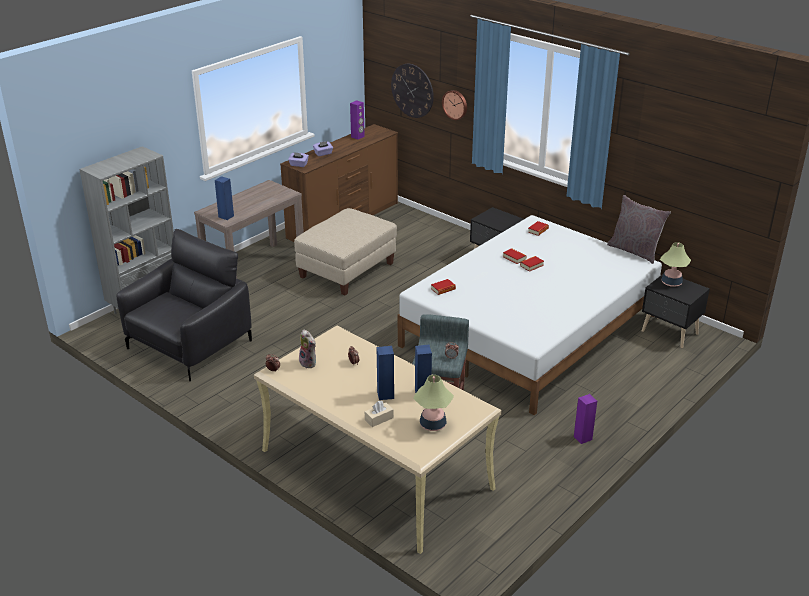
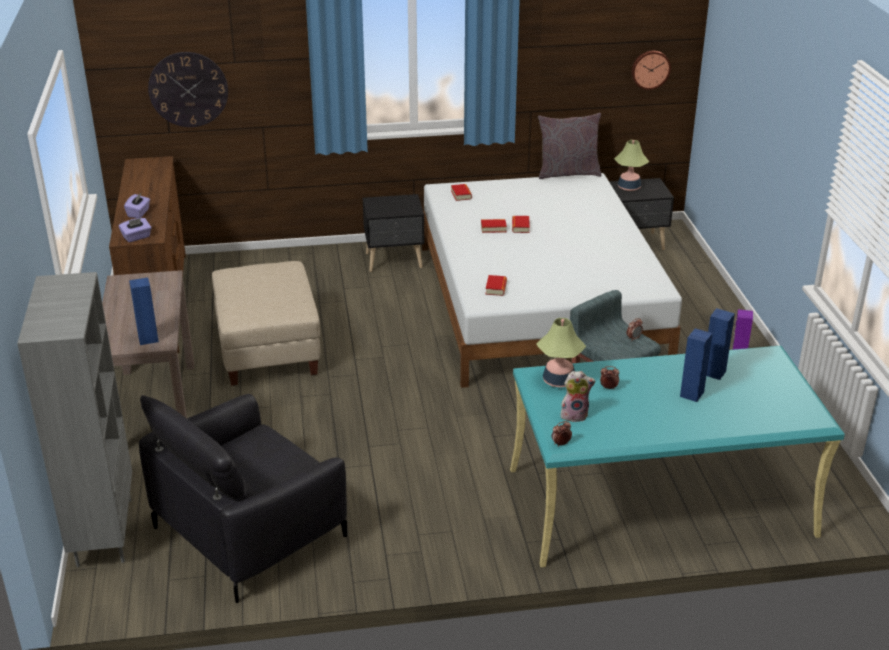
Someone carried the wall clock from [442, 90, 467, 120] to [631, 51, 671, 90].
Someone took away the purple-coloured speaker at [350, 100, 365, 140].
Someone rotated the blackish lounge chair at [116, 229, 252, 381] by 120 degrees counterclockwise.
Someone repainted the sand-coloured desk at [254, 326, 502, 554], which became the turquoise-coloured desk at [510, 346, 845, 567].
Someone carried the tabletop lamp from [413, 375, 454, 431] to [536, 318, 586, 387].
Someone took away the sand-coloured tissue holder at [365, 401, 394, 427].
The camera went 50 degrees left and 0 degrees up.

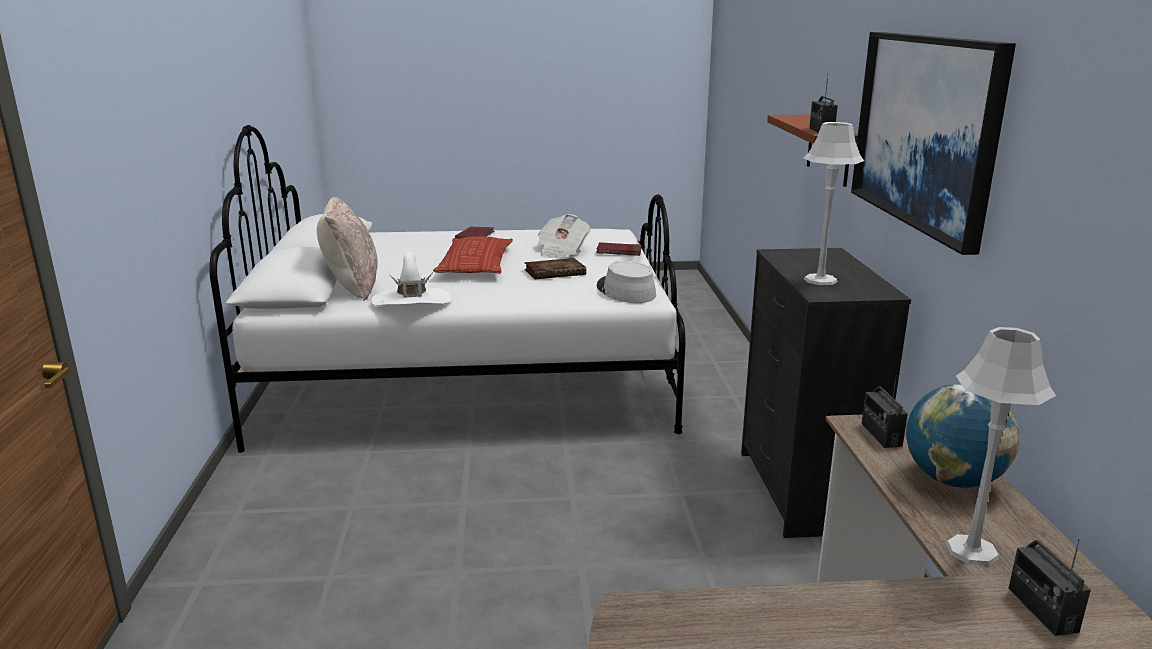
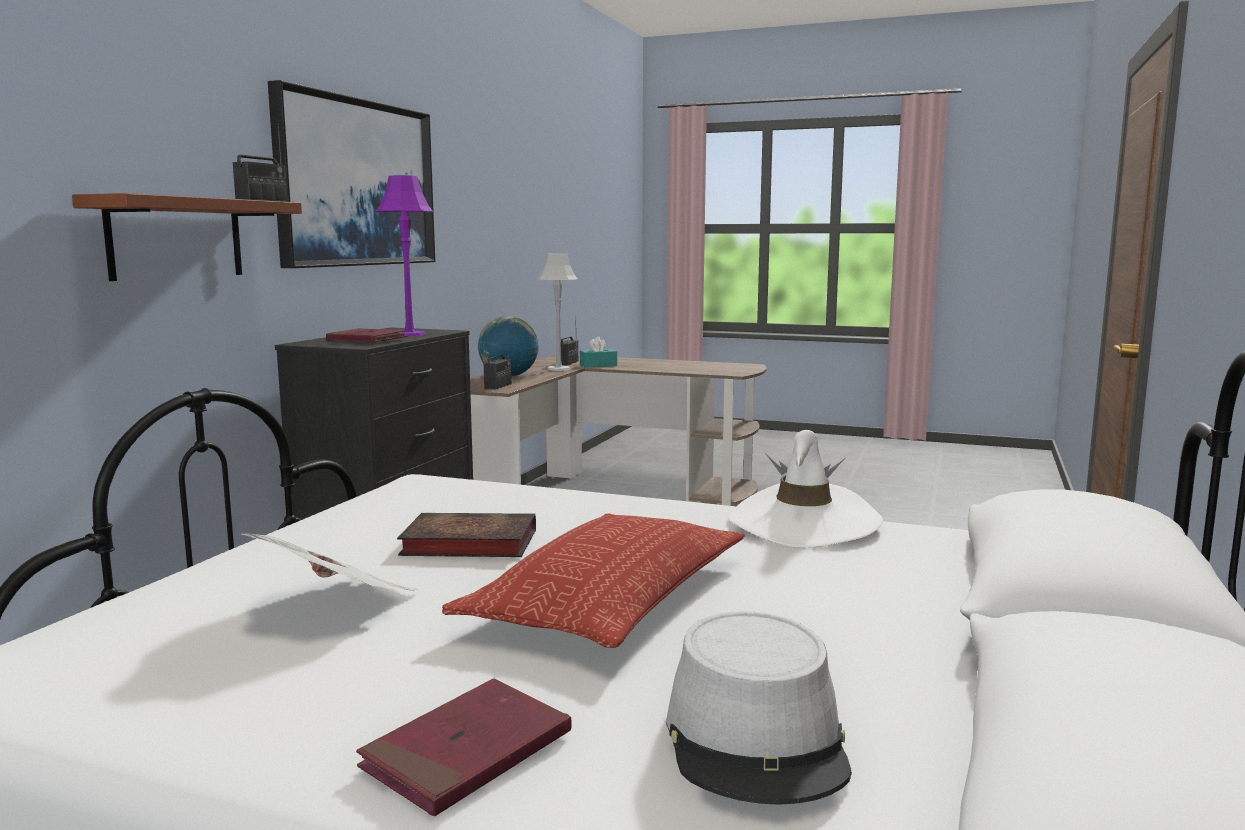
Someone repainted the gray tabletop lamp at [804, 122, 864, 285], which became the purple-coloured tabletop lamp at [376, 175, 433, 336].
Someone took away the sand-coloured throw pillow at [317, 197, 378, 301].
Someone carried the red volume from [596, 242, 642, 256] to [326, 328, 407, 343].
Someone carried the gray wearable hat from [597, 261, 656, 303] to [666, 611, 852, 805].
Someone put down the turquoise-coloured tissue holder at [580, 337, 617, 368].
The camera went 155 degrees left and 10 degrees down.

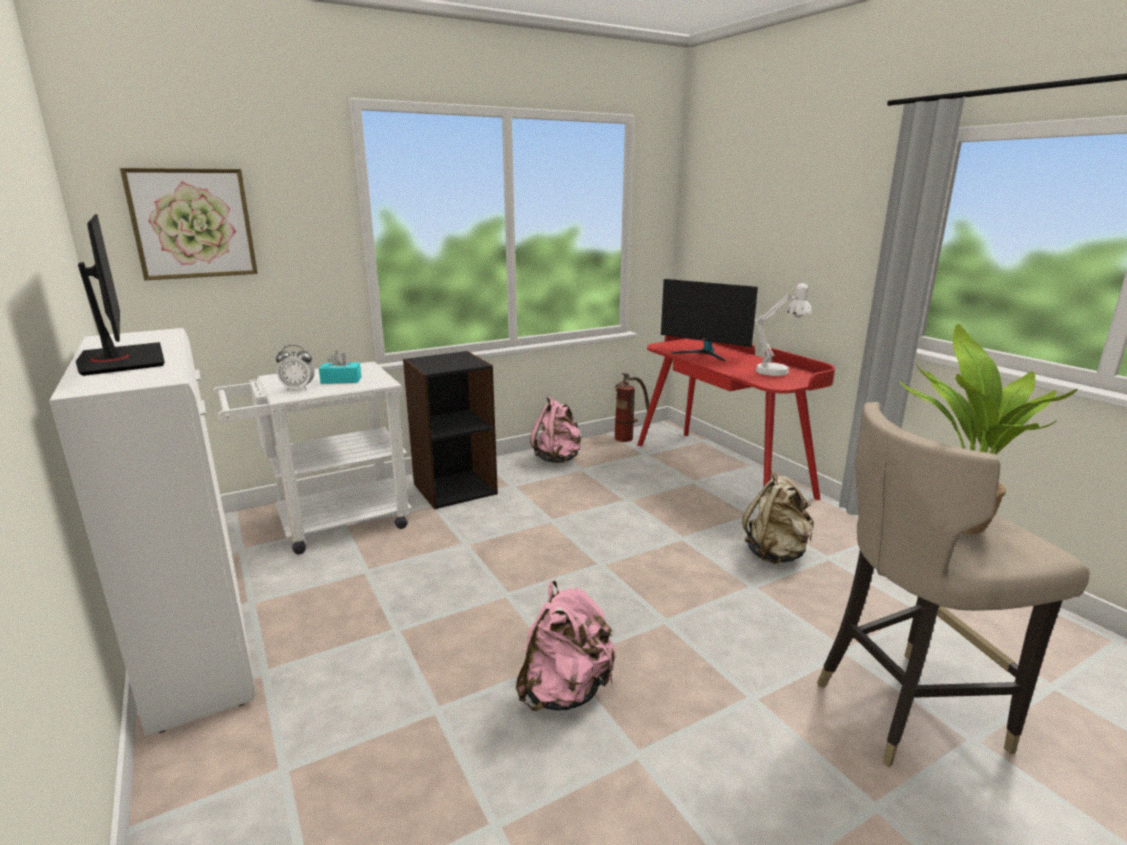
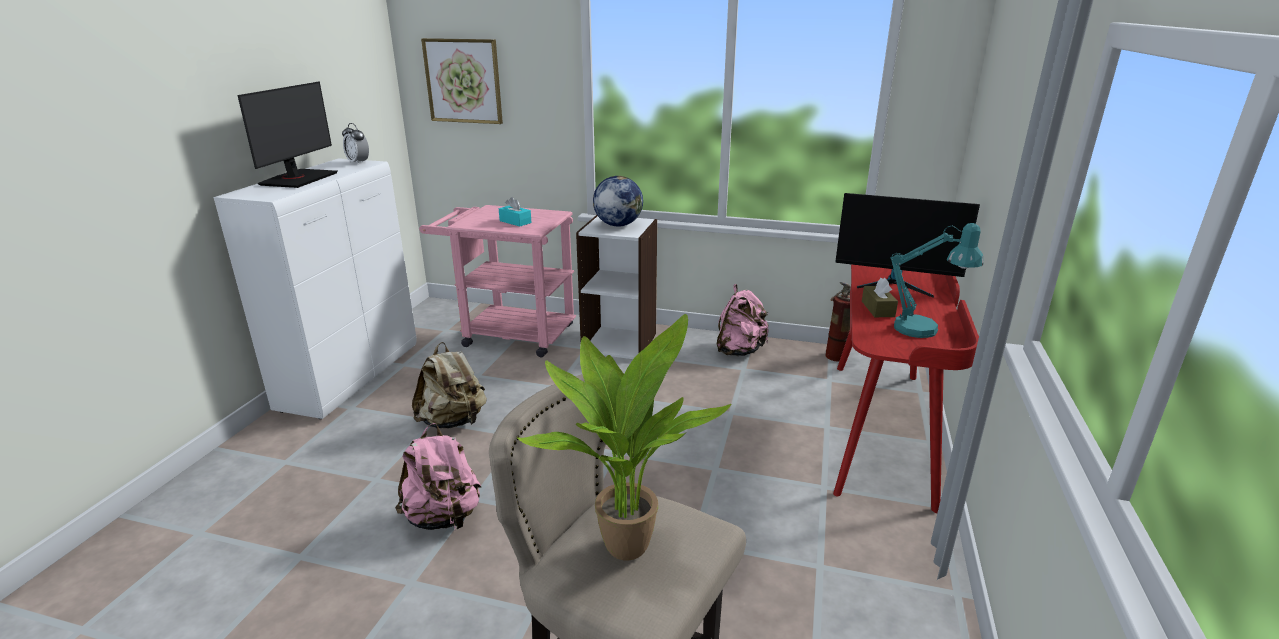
Someone rotated the monitor at [661, 279, 758, 361] by 60 degrees counterclockwise.
Someone repainted the white-coloured tabletop lamp at [755, 283, 812, 376], which became the turquoise-coloured tabletop lamp at [891, 223, 983, 338].
Someone carried the table clock from [276, 345, 315, 391] to [342, 123, 369, 165].
Someone repainted the blackish bookshelf at [403, 351, 498, 509], which became the white-coloured bookshelf at [576, 215, 657, 359].
Someone repainted the white-coloured cart at [213, 362, 412, 555], which became the pink cart at [419, 205, 576, 357].
Someone carried the sand-coloured backpack from [742, 471, 814, 564] to [412, 342, 487, 428].
Someone put down the desk globe at [593, 176, 643, 227].
Someone put down the brown tissue holder at [862, 278, 898, 317].
The camera went 45 degrees right and 5 degrees up.

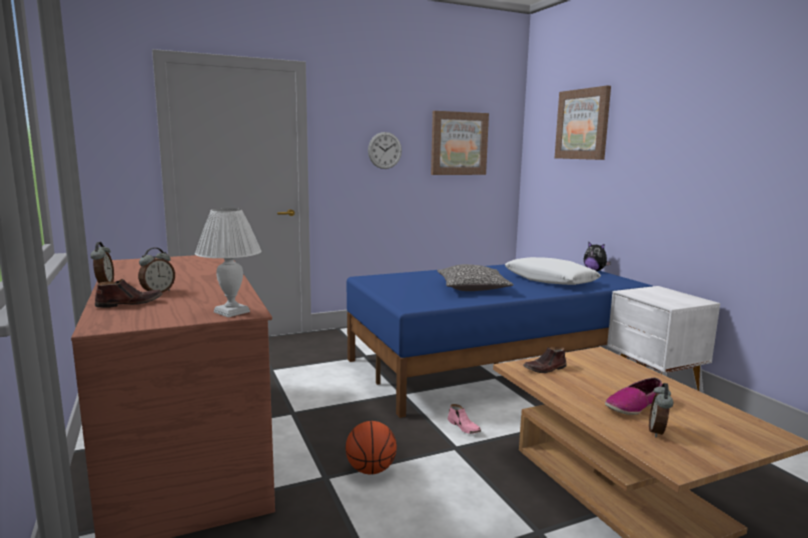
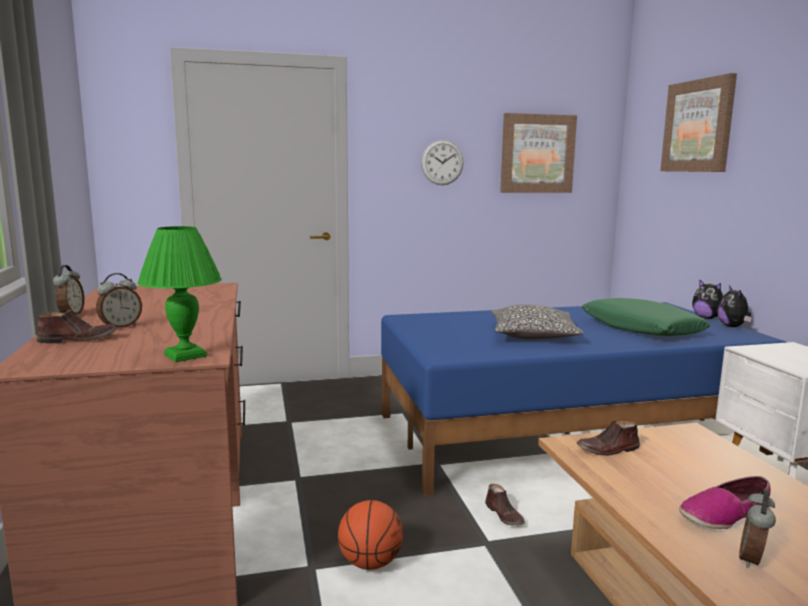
Someone repainted the white-coloured tabletop lamp at [195, 208, 262, 317], which became the green-coloured tabletop lamp at [137, 226, 222, 362].
Someone repainted the white-coloured throw pillow at [505, 257, 601, 285], which became the green-coloured throw pillow at [582, 298, 711, 336].
Someone repainted the pink item of footwear at [447, 404, 481, 434], which became the brown item of footwear at [485, 484, 525, 526].
Someone put down the plush toy at [718, 285, 751, 327].
The camera went 10 degrees right and 0 degrees up.

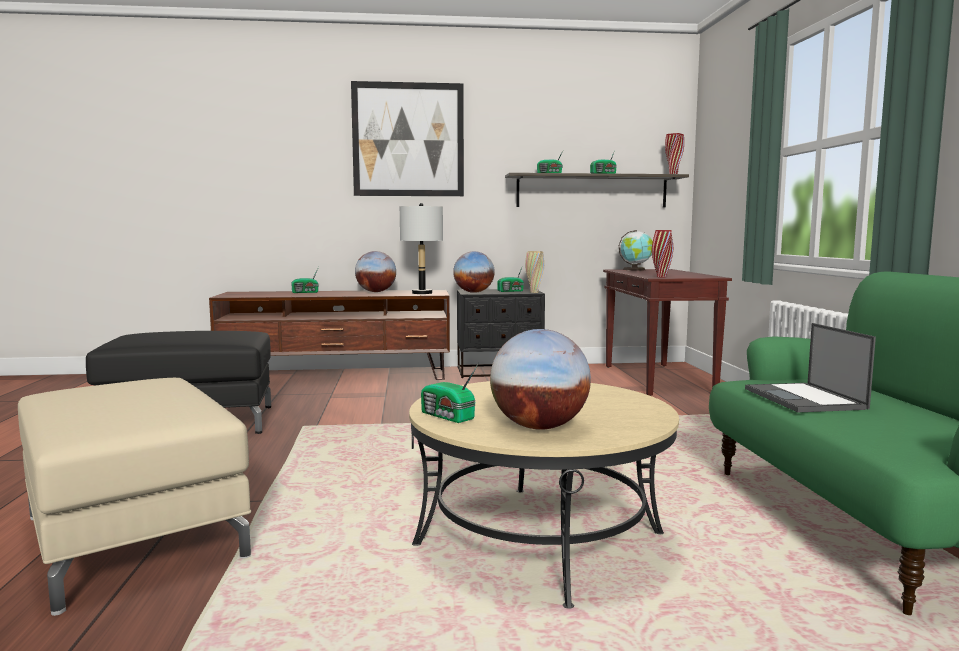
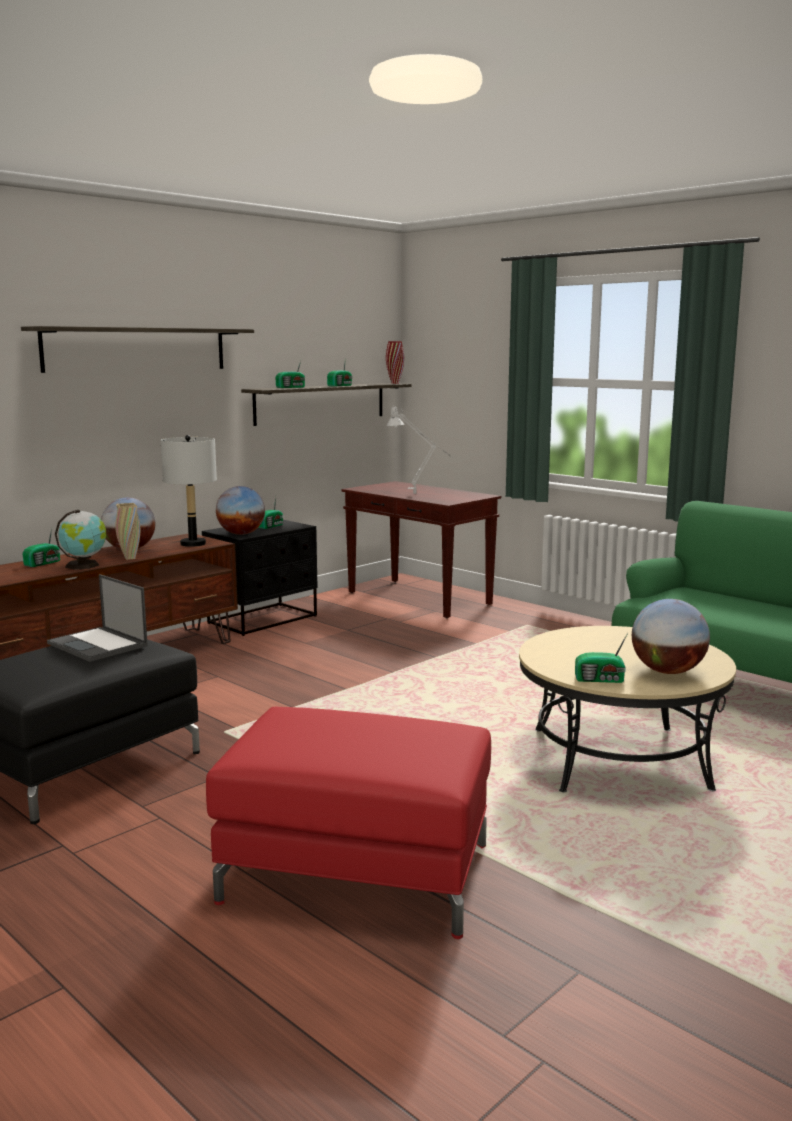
Someone swapped the wall picture at [351, 81, 464, 196] for the bracket shelf at [21, 326, 254, 373].
Someone carried the desk globe from [619, 230, 653, 271] to [55, 510, 106, 570].
Someone took away the red decorative vase at [652, 230, 673, 277].
Someone carried the sand-coloured decorative vase from [525, 251, 544, 293] to [115, 503, 140, 560].
Someone carried the notebook computer from [745, 323, 876, 412] to [47, 574, 148, 662].
Someone repainted the sand-coloured pouffe at [18, 378, 251, 616], which became the red pouffe at [206, 707, 491, 939].
Someone put down the gray tabletop lamp at [387, 407, 453, 494].
The camera went 40 degrees left and 5 degrees up.

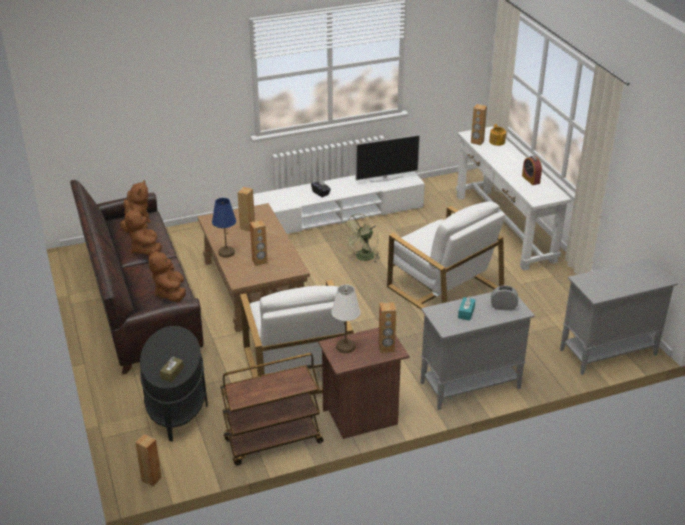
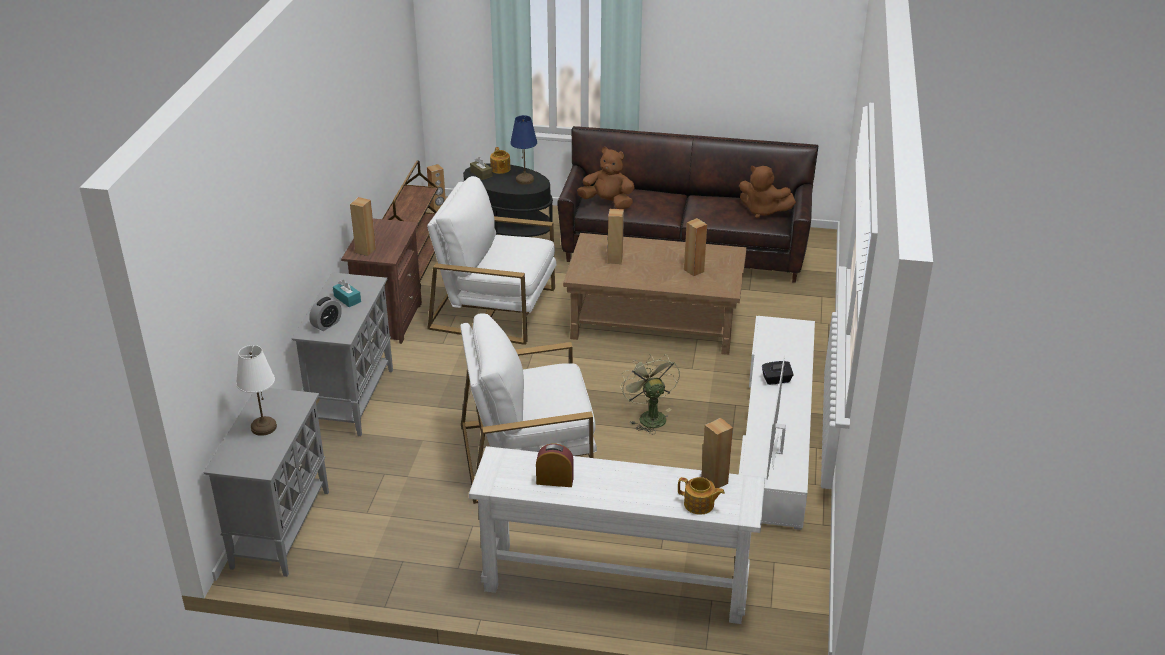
Someone carried the blue-coloured tabletop lamp from [212, 198, 236, 258] to [510, 115, 537, 185].
Someone took away the brown plush toy at [125, 207, 162, 256].
Someone carried the white-coloured tabletop lamp from [332, 285, 360, 353] to [236, 345, 277, 436].
Someone put down the tea pot at [490, 147, 511, 174].
The camera went 120 degrees right and 0 degrees up.

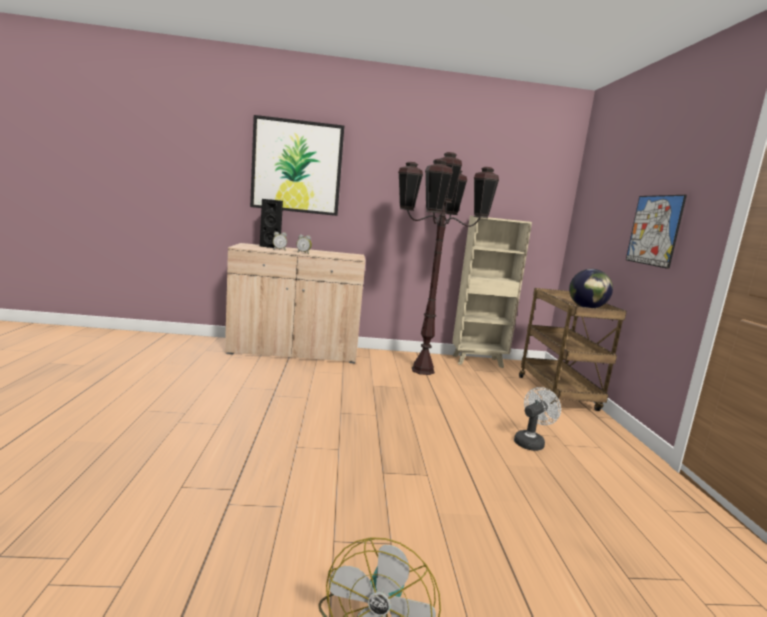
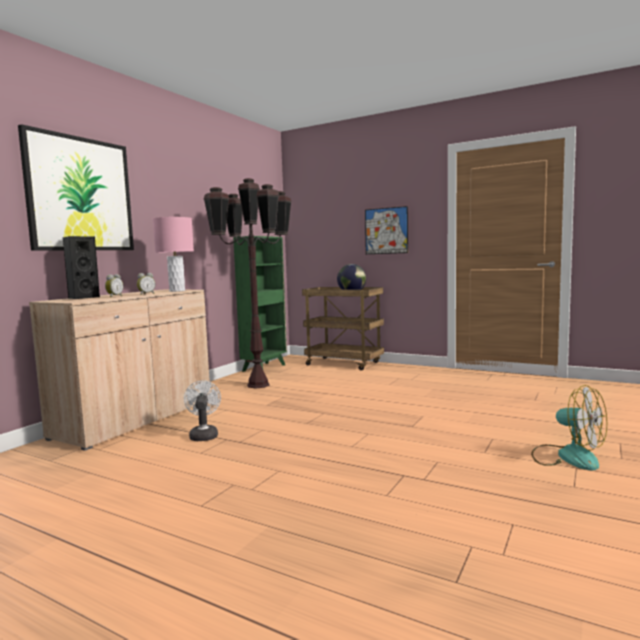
Someone repainted the sand-coloured bookshelf at [452, 216, 532, 368], which became the green-coloured bookshelf at [233, 236, 287, 372].
Someone carried the white-coloured fan from [514, 387, 561, 451] to [184, 380, 221, 441].
Someone put down the pink tabletop lamp at [153, 217, 194, 292].
The camera went 55 degrees left and 5 degrees down.

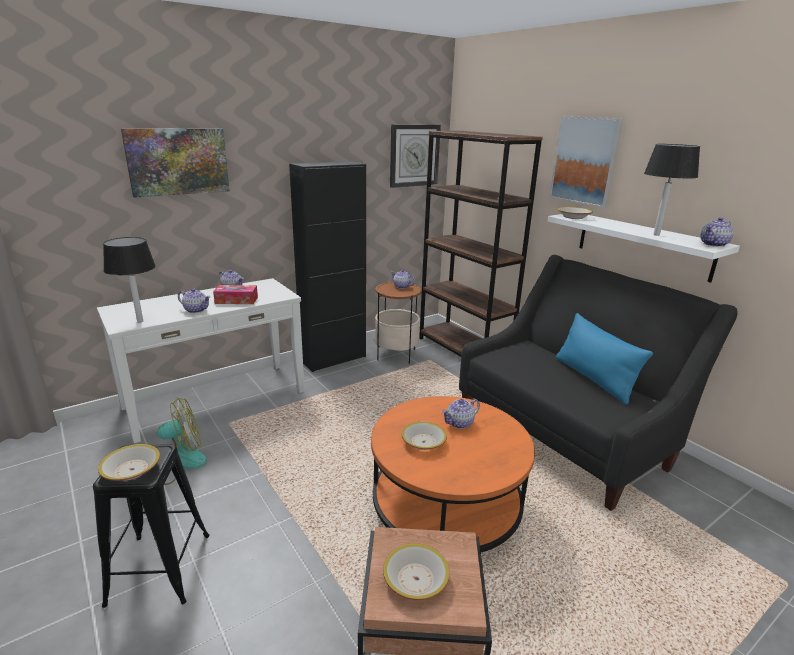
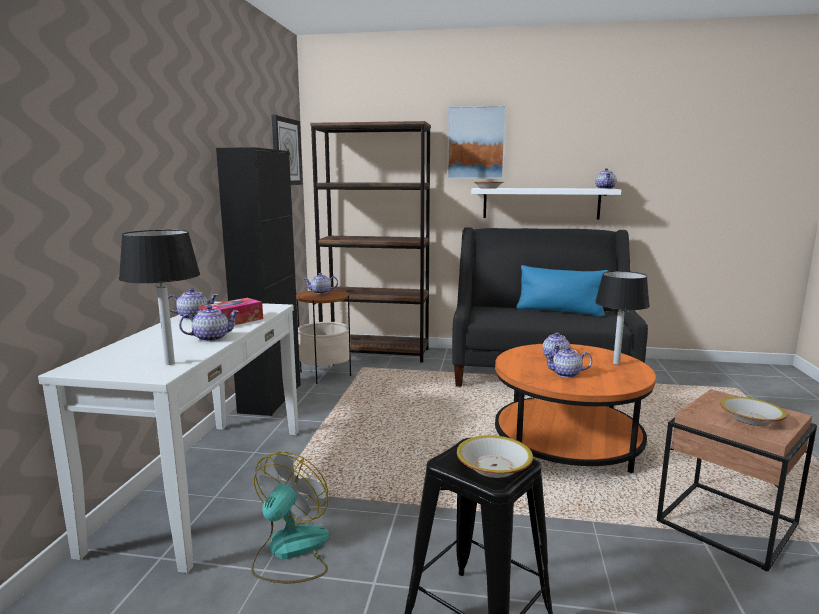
Someone took away the wall picture at [121, 129, 229, 198].
Someone carried the blackish tabletop lamp from [644, 144, 700, 236] to [595, 271, 650, 365].
Someone swapped the deep dish at [402, 421, 447, 450] for the tea pot at [543, 347, 592, 378].
The camera went 45 degrees left and 10 degrees down.

